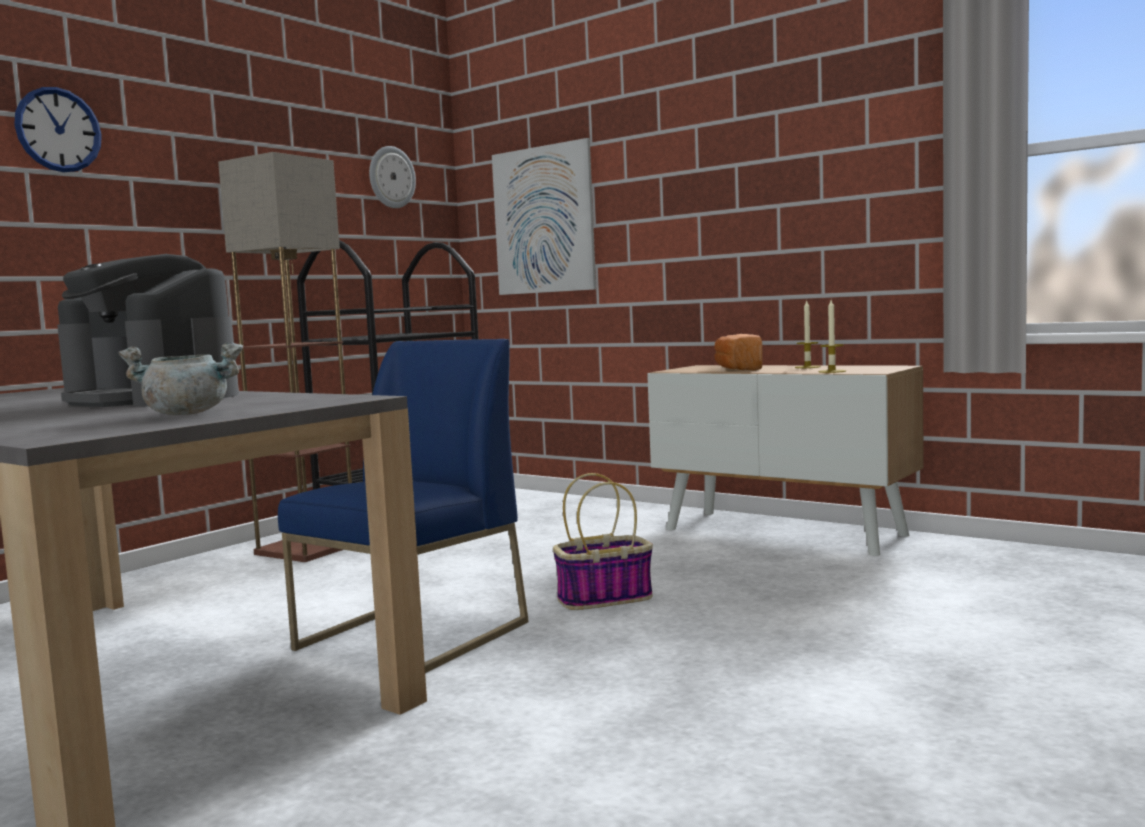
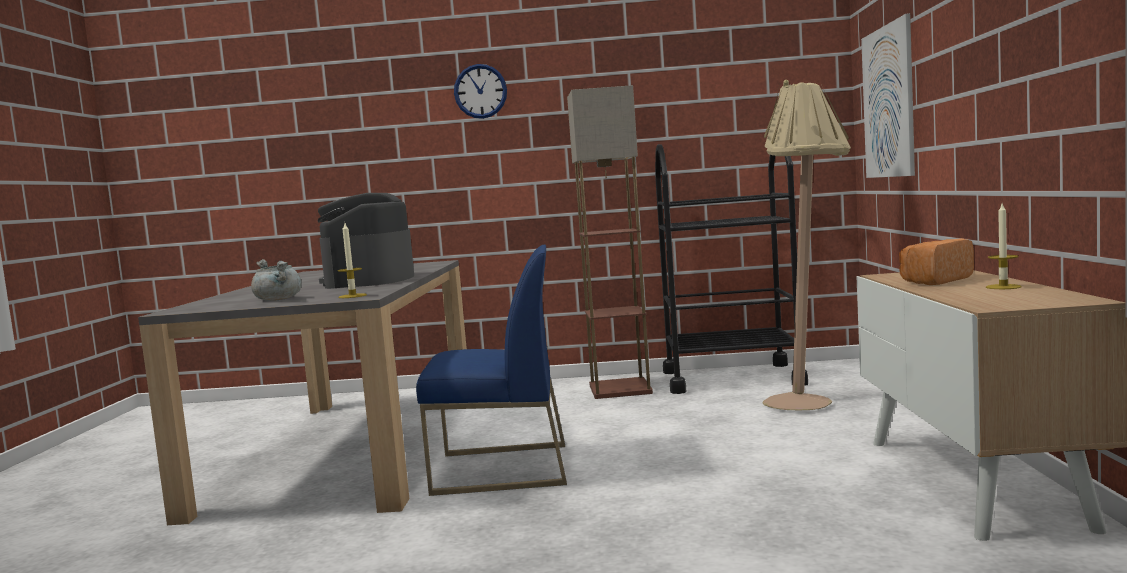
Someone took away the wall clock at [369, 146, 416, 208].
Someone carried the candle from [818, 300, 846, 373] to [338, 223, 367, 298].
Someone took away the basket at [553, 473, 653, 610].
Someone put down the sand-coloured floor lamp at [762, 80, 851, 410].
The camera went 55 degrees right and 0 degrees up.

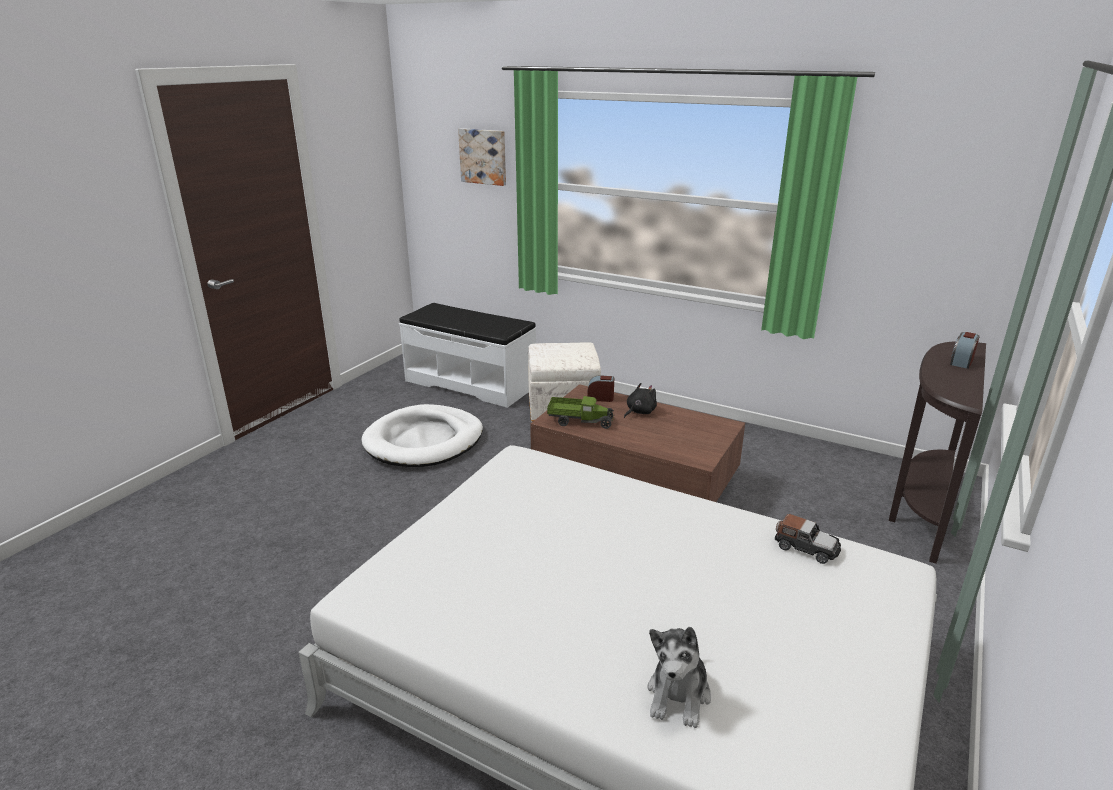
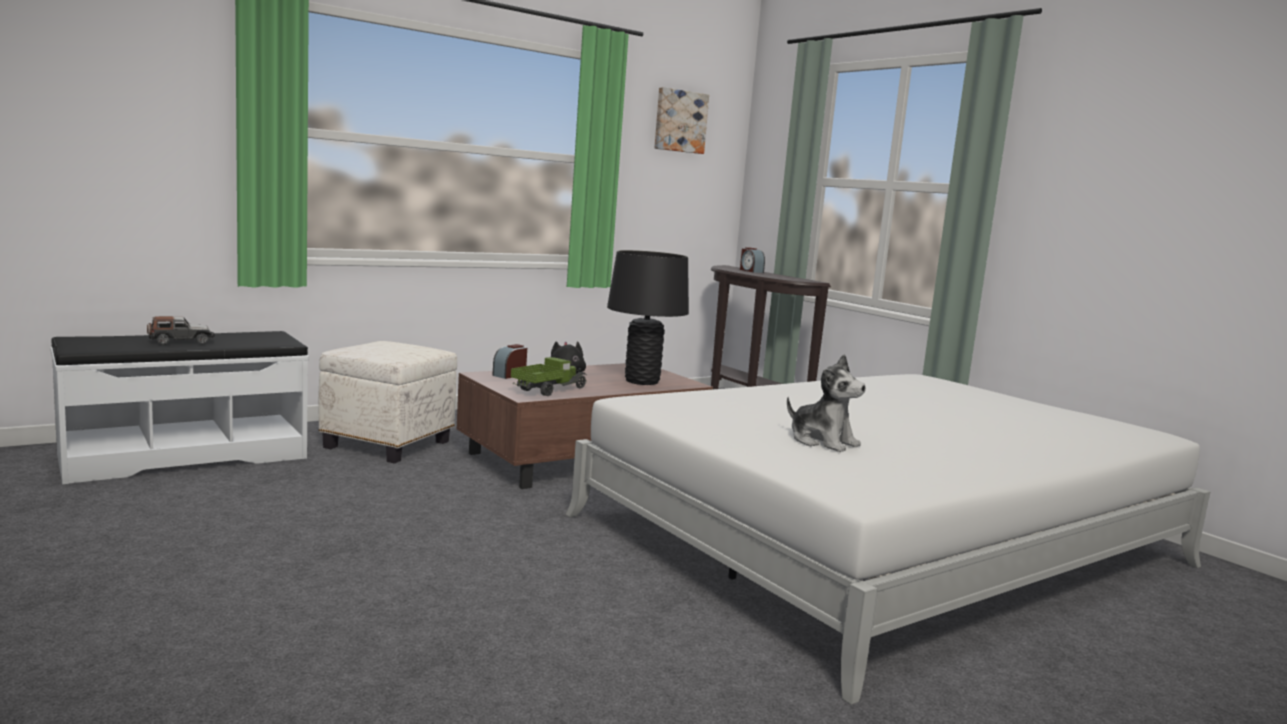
Someone carried the wall picture from [458, 128, 506, 186] to [654, 87, 709, 154].
Someone took away the white-coloured dog cushion at [361, 404, 483, 467].
Someone carried the toy car from [774, 514, 841, 564] to [147, 316, 215, 345].
Someone carried the plush toy from [647, 627, 711, 728] to [787, 354, 866, 452].
Someone put down the blackish tabletop lamp at [607, 250, 689, 385].
The camera went 65 degrees left and 15 degrees down.

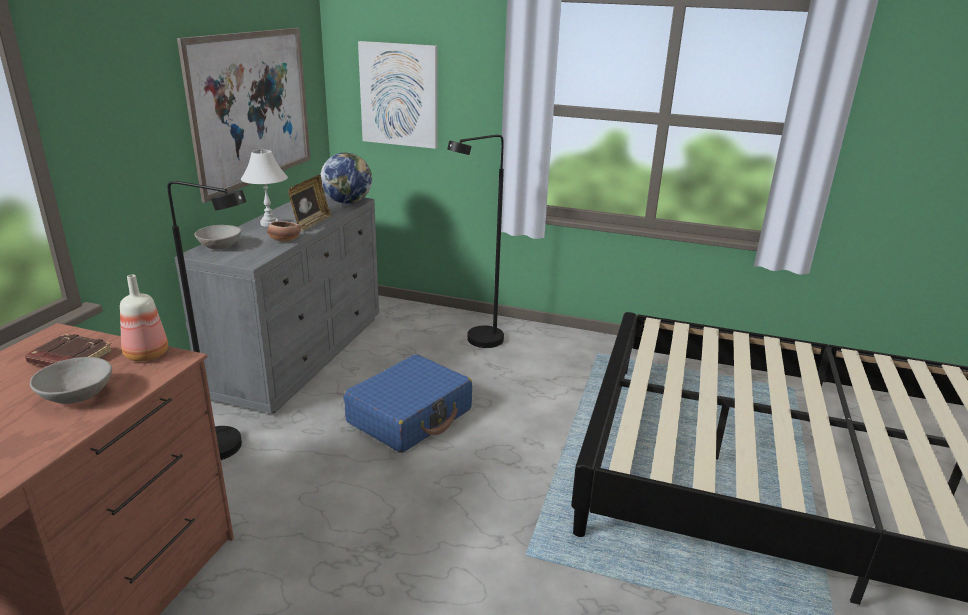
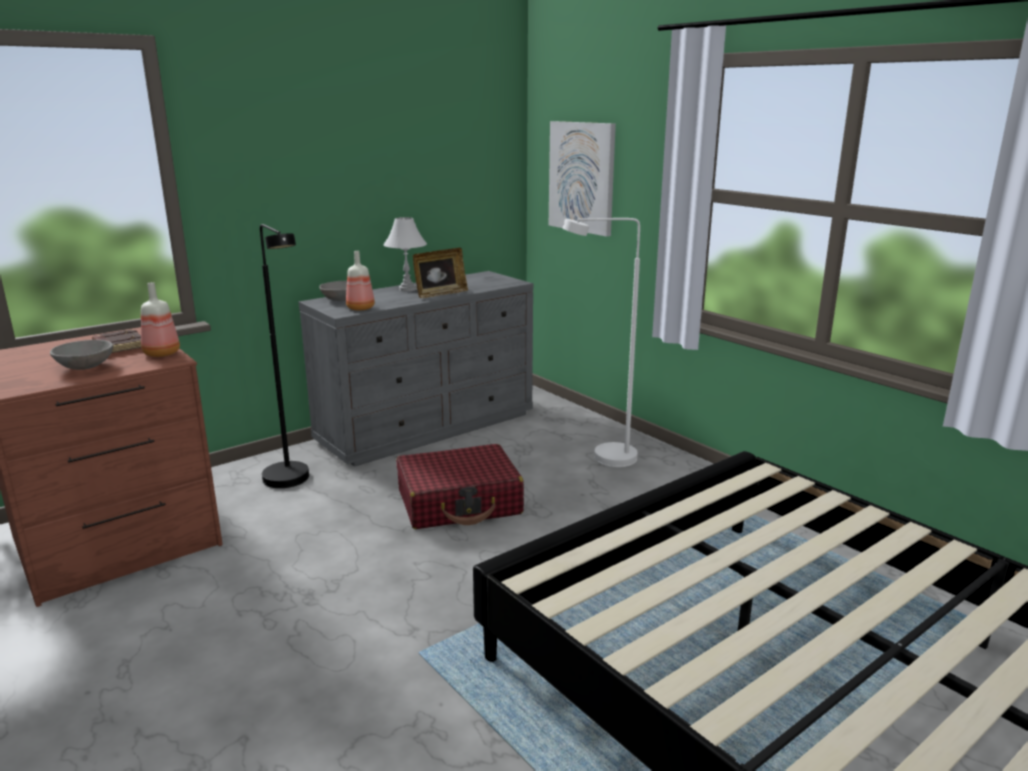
Someone took away the wall picture at [177, 28, 310, 203].
Someone repainted the blackish floor lamp at [447, 135, 504, 348], which became the white-coloured floor lamp at [563, 218, 640, 467].
Someone took away the desk globe at [321, 153, 372, 204].
Someone took away the deep dish at [267, 221, 301, 242].
Someone repainted the blue-coloured suitcase at [344, 354, 472, 453], which became the red suitcase at [396, 444, 524, 529].
Someone put down the bottle at [346, 251, 375, 311].
The camera went 35 degrees right and 5 degrees down.

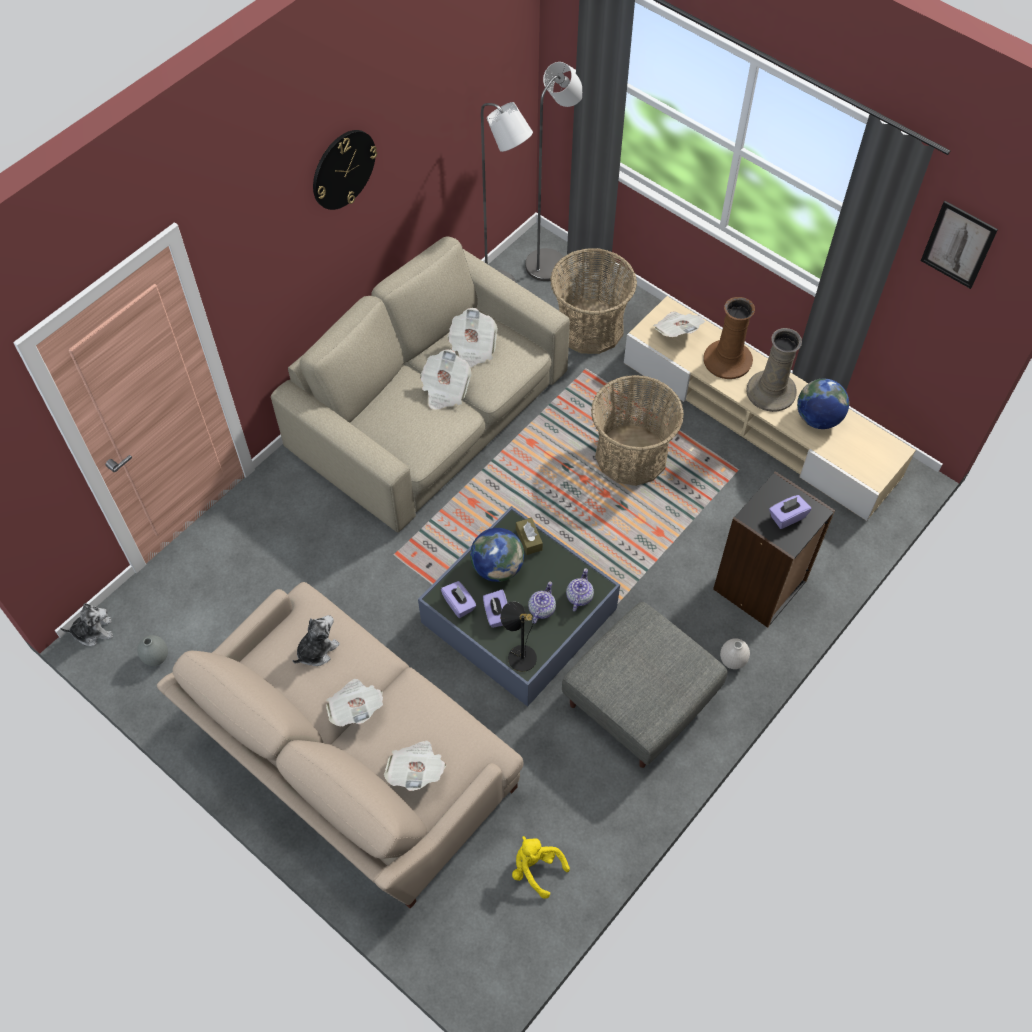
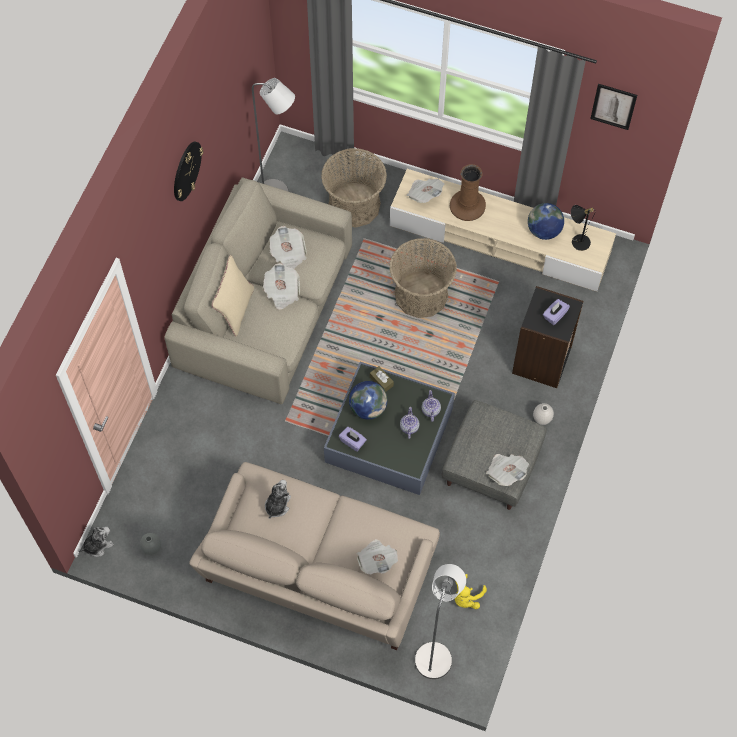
Someone carried the gray floor lamp from [525, 62, 582, 281] to [415, 564, 466, 679].
Someone took away the sand-coloured decorative vase at [746, 328, 802, 412].
Someone took away the purple-coloured tissue holder at [483, 590, 507, 628].
Someone carried the blackish tabletop lamp from [500, 602, 537, 672] to [571, 205, 594, 251].
Someone carried the newspaper from [326, 678, 383, 726] to [486, 454, 529, 486].
Someone rotated the yellow plush toy at [512, 836, 570, 899] by 75 degrees counterclockwise.
Someone put down the sand-coloured throw pillow at [212, 255, 254, 337].
The camera went 20 degrees left and 5 degrees up.

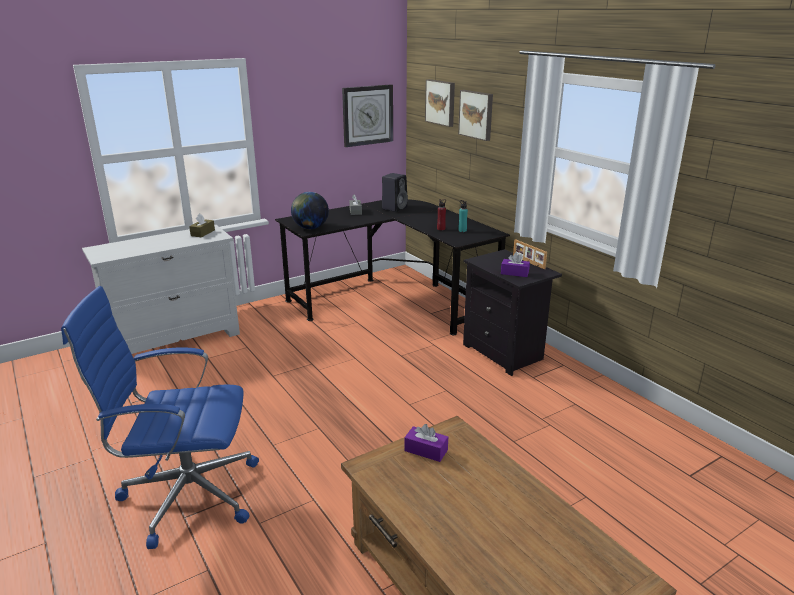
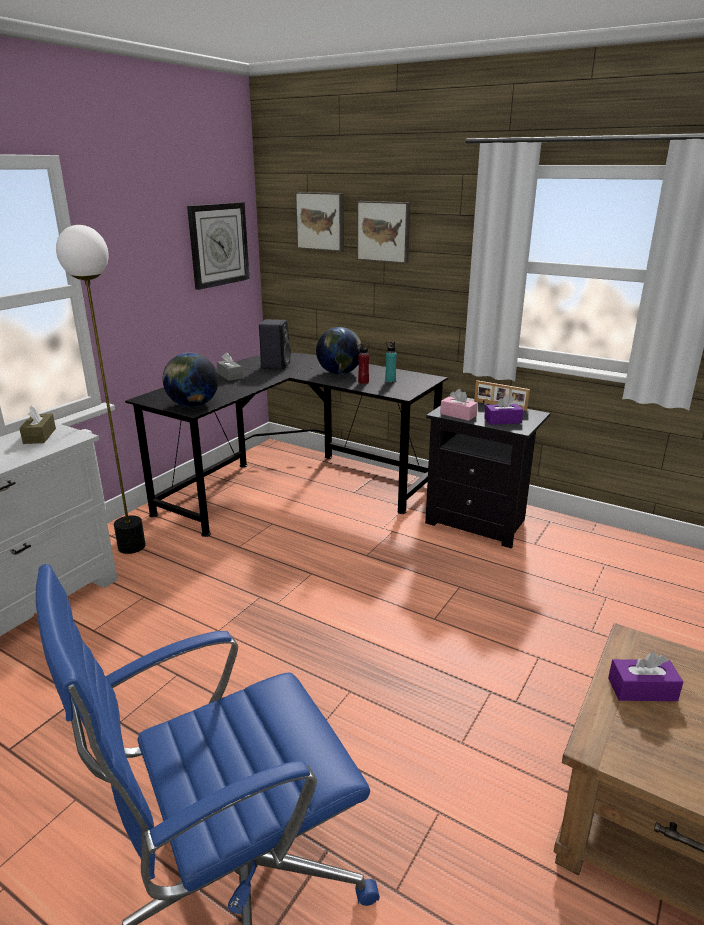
Someone put down the floor lamp at [56, 225, 146, 554].
Someone put down the desk globe at [316, 327, 362, 374].
Someone put down the pink tissue holder at [440, 389, 478, 421].
The camera went 25 degrees left and 0 degrees up.

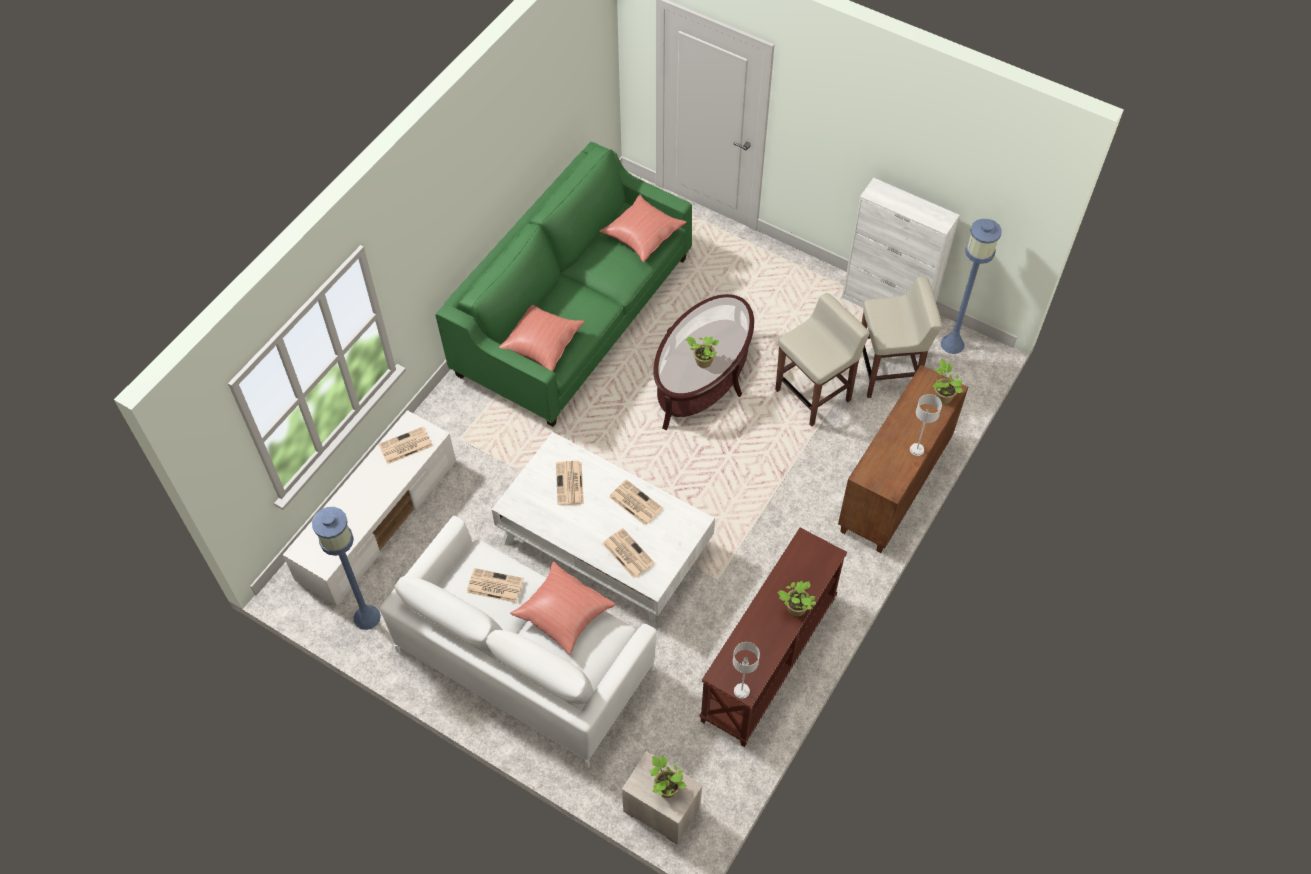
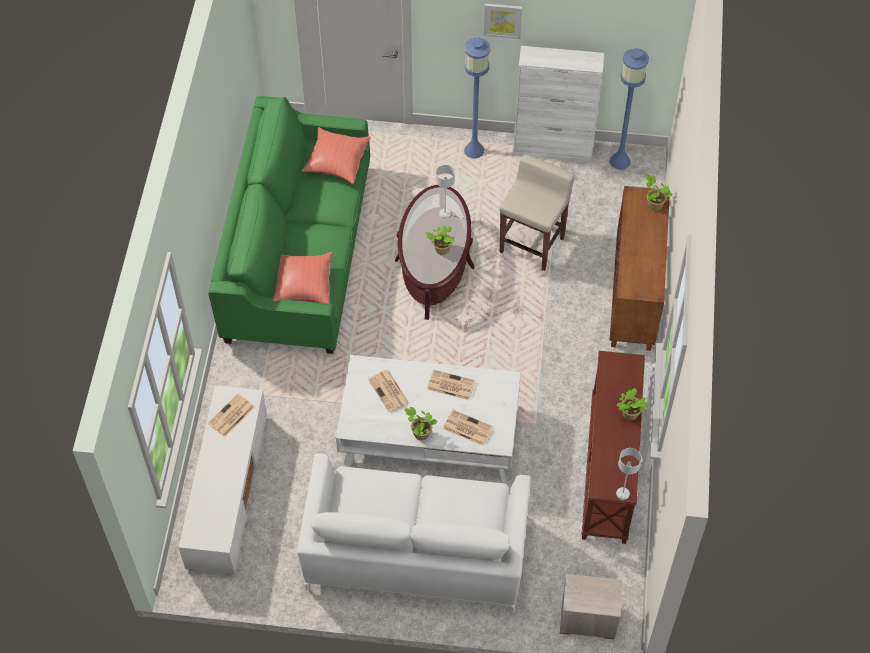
Someone took away the sand-coloured stool at [862, 277, 942, 398].
Someone carried the gray tabletop lamp from [910, 394, 942, 456] to [436, 165, 455, 219].
Someone carried the blue-coloured floor lamp from [312, 507, 381, 630] to [464, 38, 490, 159].
Someone took away the red throw pillow at [510, 562, 616, 655].
Someone took away the newspaper at [467, 568, 524, 603].
Someone carried the potted plant from [651, 755, 686, 798] to [404, 407, 437, 440].
Someone put up the wall picture at [483, 3, 522, 39].
The camera went 25 degrees left and 0 degrees up.

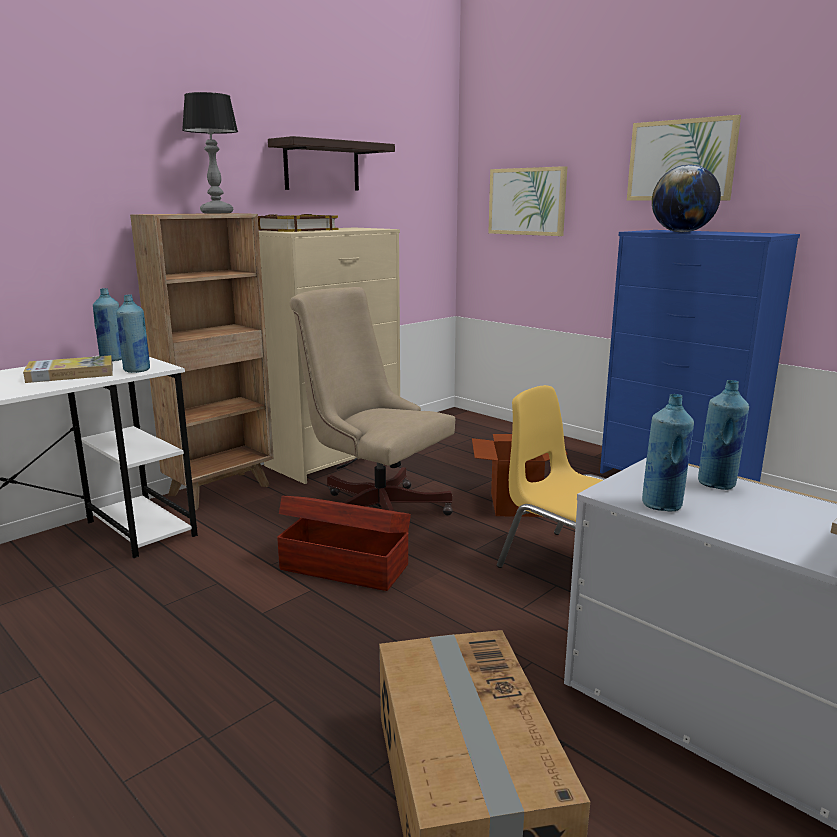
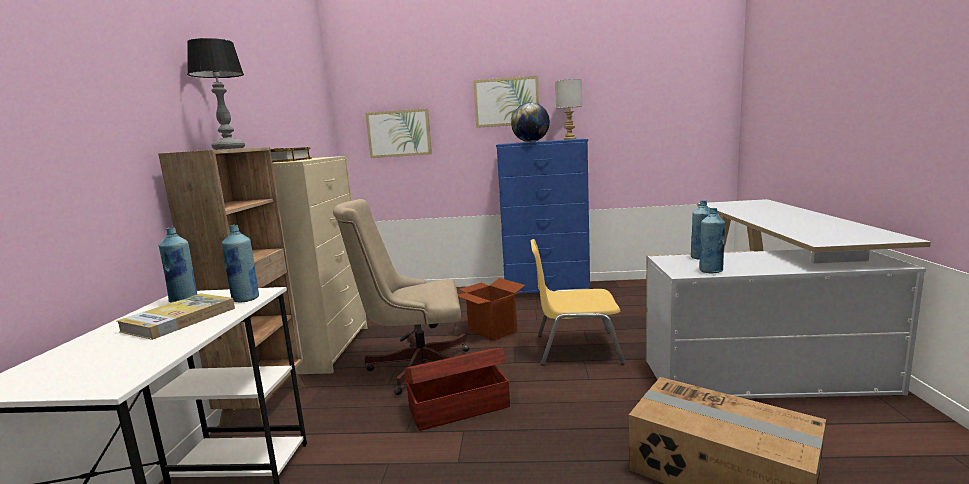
Someone took away the bracket shelf at [268, 136, 395, 191].
Someone put down the gray tabletop lamp at [555, 79, 582, 140].
The camera went 40 degrees left and 5 degrees down.

